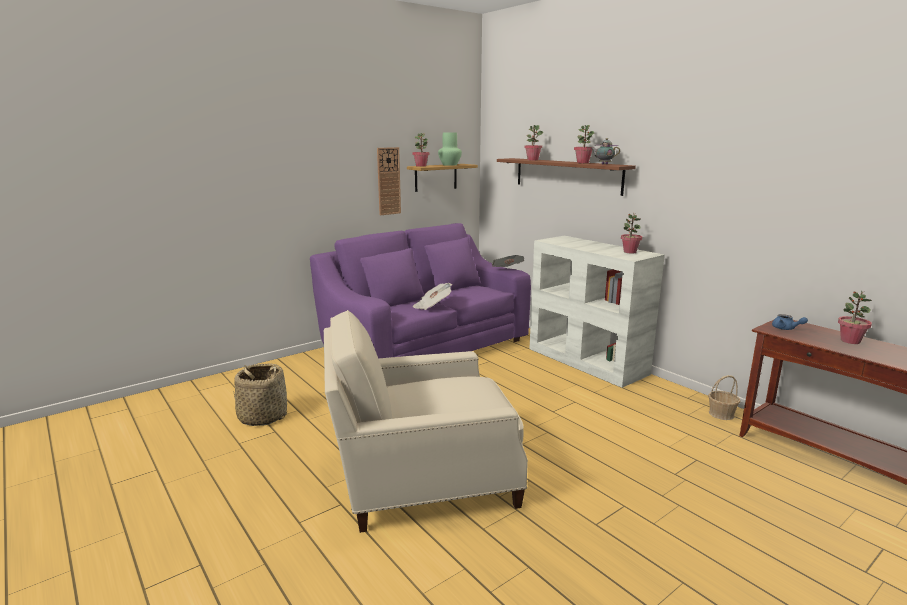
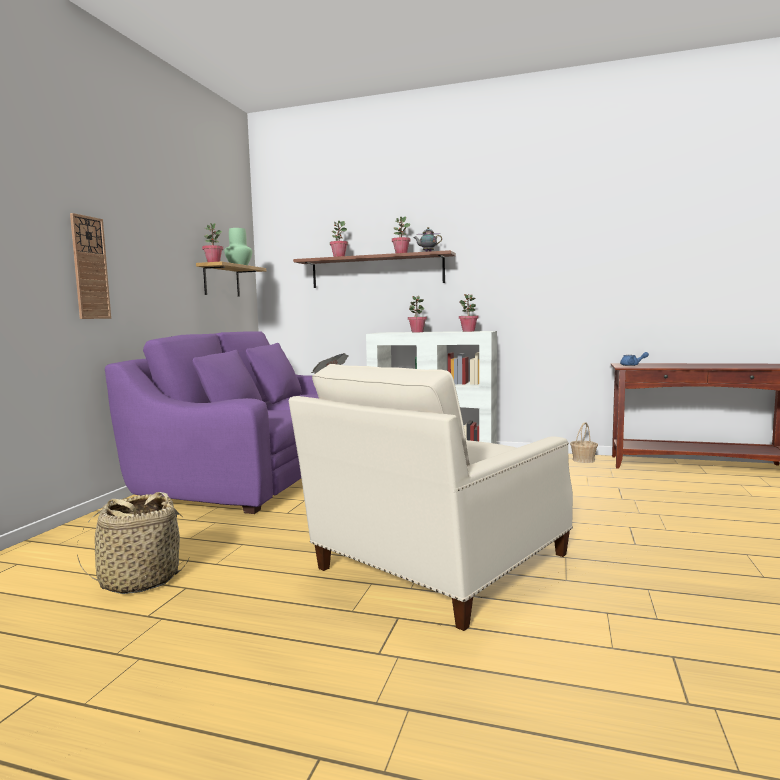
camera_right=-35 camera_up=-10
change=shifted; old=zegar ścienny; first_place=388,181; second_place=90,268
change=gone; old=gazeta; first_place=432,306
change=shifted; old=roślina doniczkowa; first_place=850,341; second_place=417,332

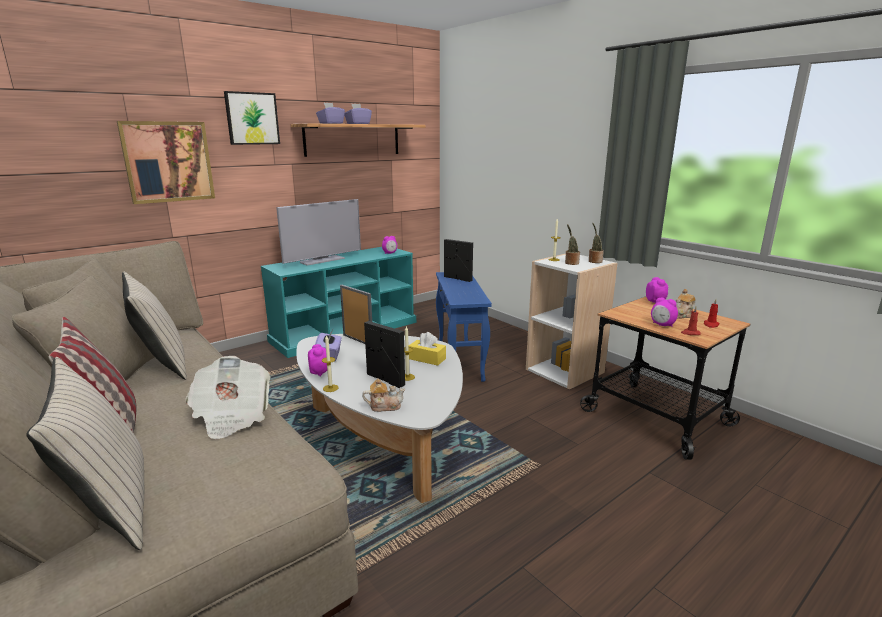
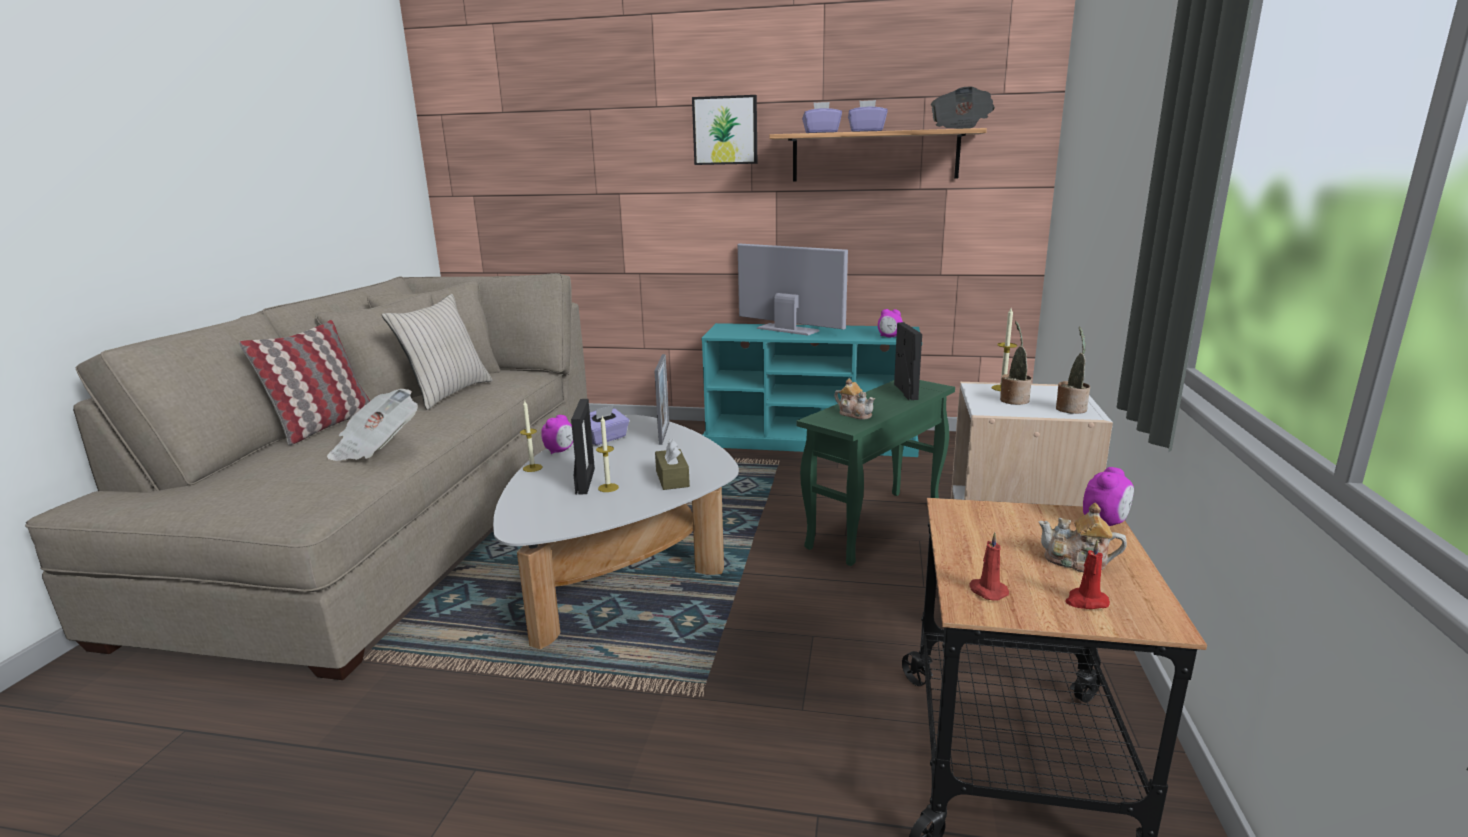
camera_right=50 camera_up=0
change=gone; old=obraz; first_place=168,162
change=rotated; old=telewizor; first_place=322,260; second_place=787,329; degrees=-150
change=repainted; old=stolik/niebieski; new=stolik/zielony; first_place=460,360; second_place=875,526
change=gone; old=budzik; first_place=662,325
change=repainted; old=pudełko chusteczek/żółty; new=pudełko chusteczek/brązowy; first_place=427,359; second_place=672,478
change=gone; old=poduszka/beżowy; first_place=112,508
change=shifted; old=imbryk; first_place=384,406; second_place=854,414
change=new; new=gazeta; second_place=960,128

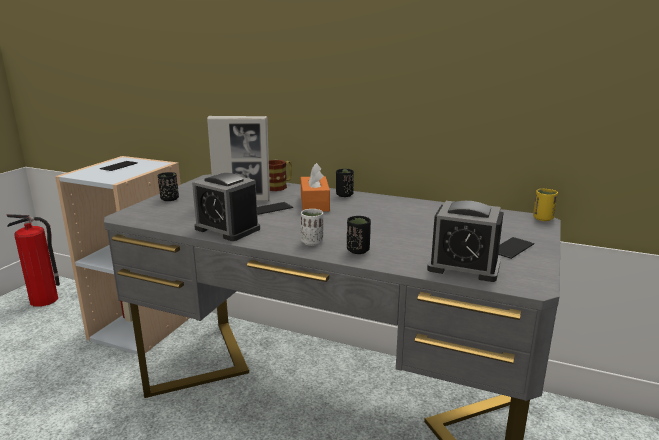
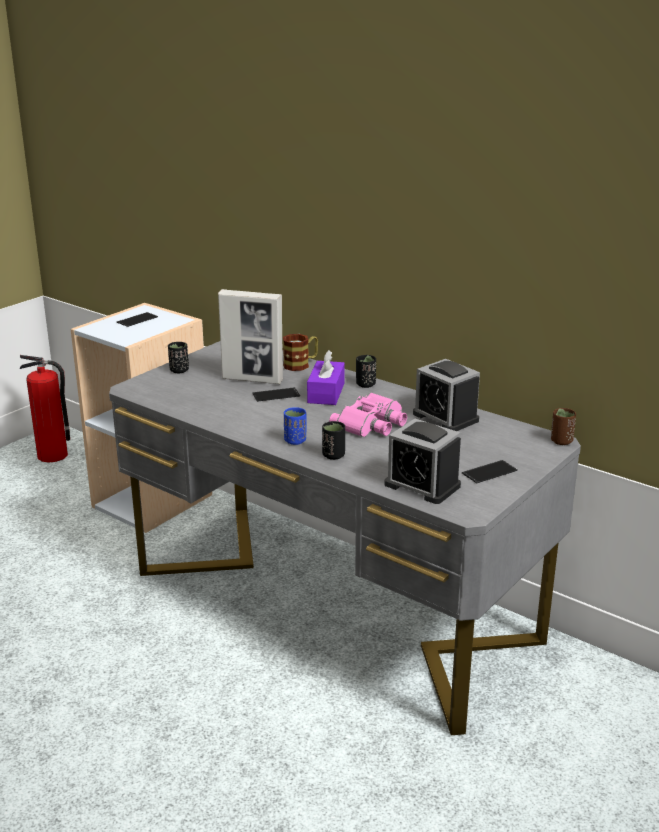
camera_right=15 camera_up=5
change=repainted; old=pudełko chusteczek/pomarańczowy; new=pudełko chusteczek/fioletowy; first_place=314,203; second_place=326,393
change=shifted; old=budzik; first_place=227,229; second_place=445,417
change=repainted; old=filiżanka/żółty; new=filiżanka/brązowy; first_place=543,218; second_place=561,441
change=repainted; old=filiżanka/biały; new=filiżanka/niebieski; first_place=312,242; second_place=295,441
change=new; new=lornetka/różowy; second_place=372,423

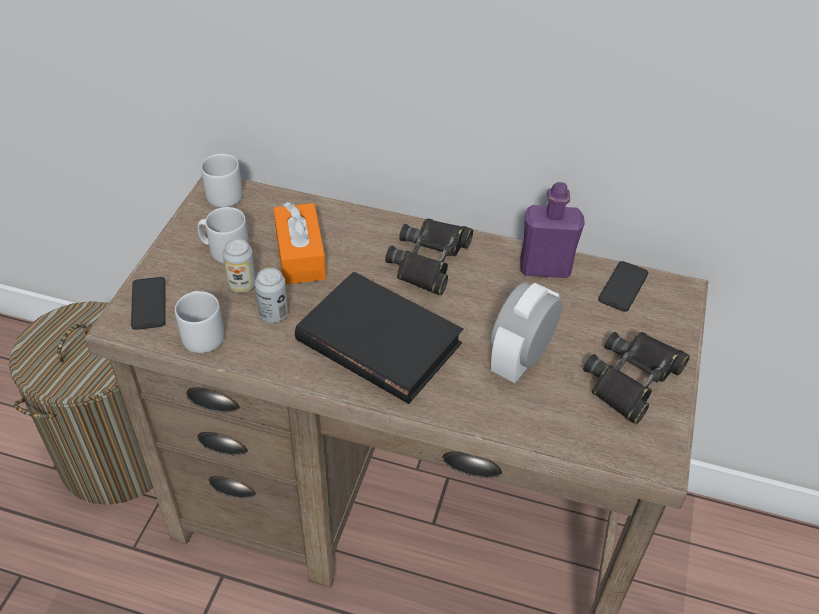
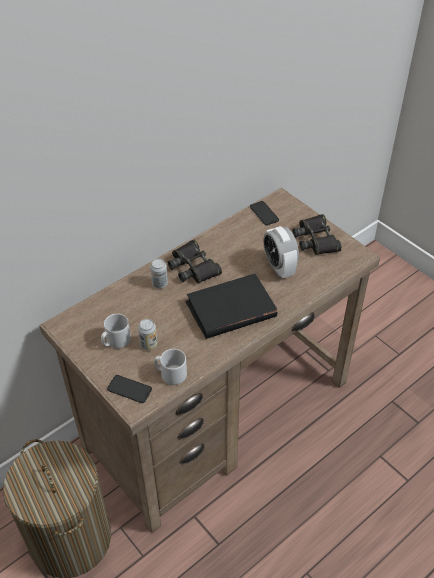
camera_right=-55 camera_up=0
change=gone; old=kubek/szary; first_place=224,193
change=gone; old=butelka/fioletowy; first_place=545,268
change=gone; old=pudełko chusteczek/pomarańczowy; first_place=300,255
change=shifted; old=puszka; first_place=273,314; second_place=160,284

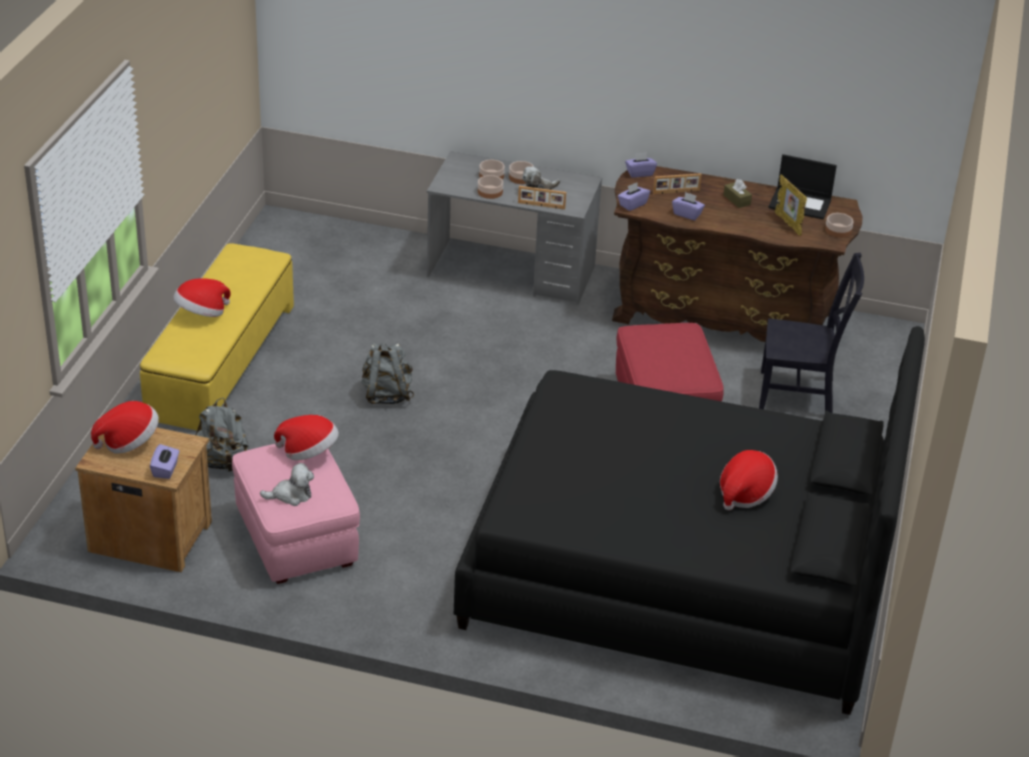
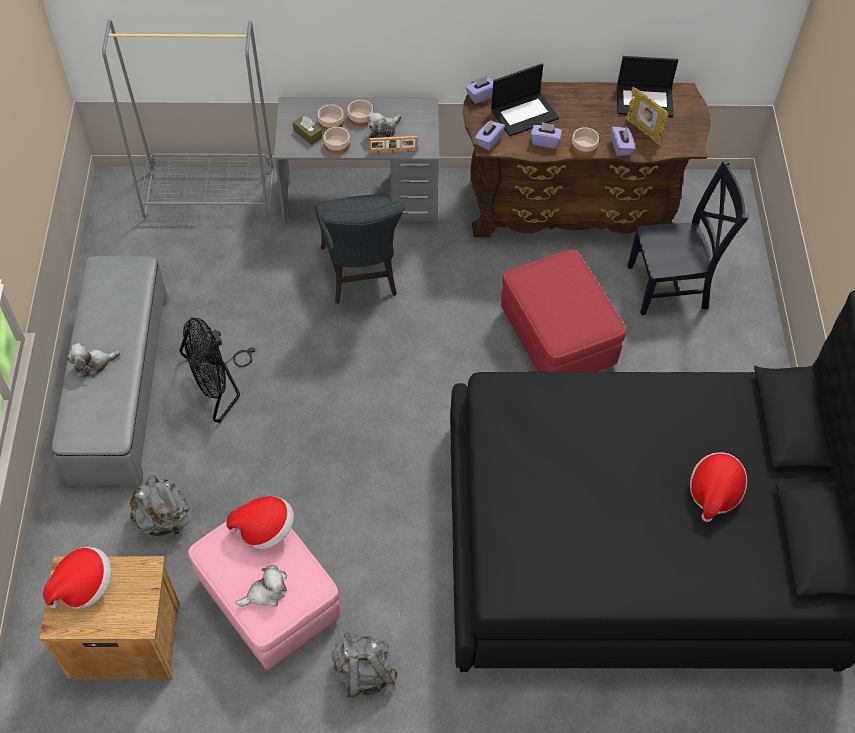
camera_right=-15 camera_up=20
change=swapped; old=ramka na zdjęcie; new=laptop; first_place=676,192; second_place=524,113
change=shifted; old=pudełko chusteczek/brązowy; first_place=737,200; second_place=307,134
change=shifted; old=miska; first_place=838,230; second_place=584,146
change=repainted; old=ławka/żółty; new=ławka/szary; first_place=221,360; second_place=119,384
change=swapped; old=kapelusz; new=pluszak; first_place=202,314; second_place=93,364
change=shifted; old=plecak/szary; first_place=386,395; second_place=363,673
change=shifted; old=pudełko chusteczek/fioletowy; first_place=166,470; second_place=621,147
change=new; new=wieszak/szary; second_place=209,194
change=new; new=krzesło/szary; second_place=361,275
change=new; new=wentylator/czarny; second_place=218,381

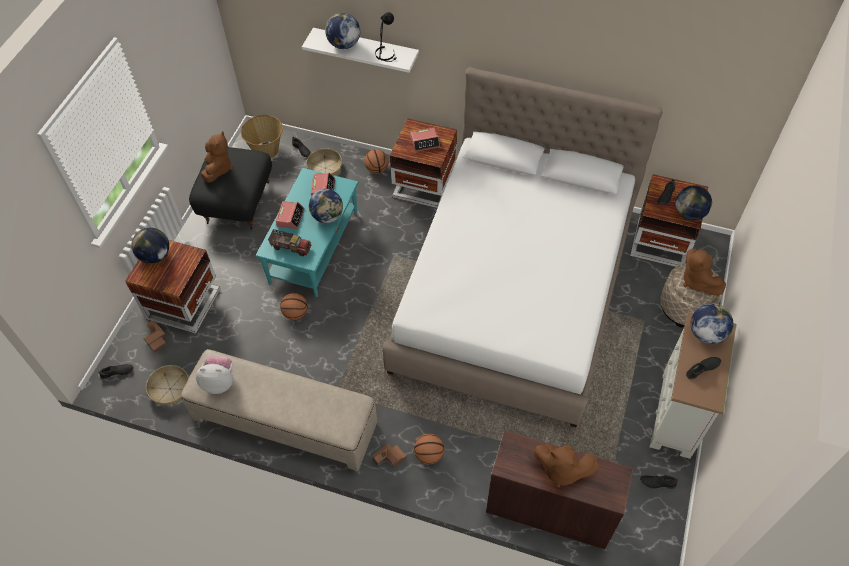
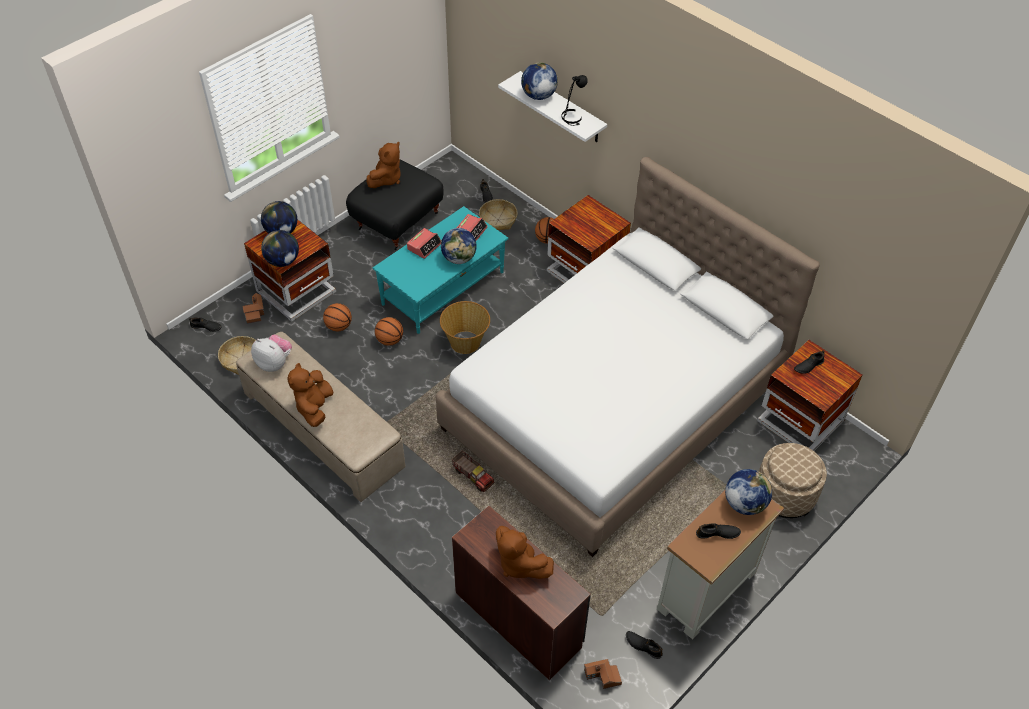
camera_right=25 camera_up=-5
change=shifted; old=koszyk; first_place=266,150; second_place=465,342
change=gone; old=budzik; first_place=425,142
change=shifted; old=globus; first_place=689,213; second_place=283,261
change=shifted; old=ciężarówka zabawkowa; first_place=291,247; second_place=473,476
change=shifted; old=pluszak/brązowy; first_place=697,281; second_place=314,407
change=shifted; old=piłka do koszykówki; first_place=429,454; second_place=339,326
change=shifted; old=domek; first_place=389,458; second_place=602,676

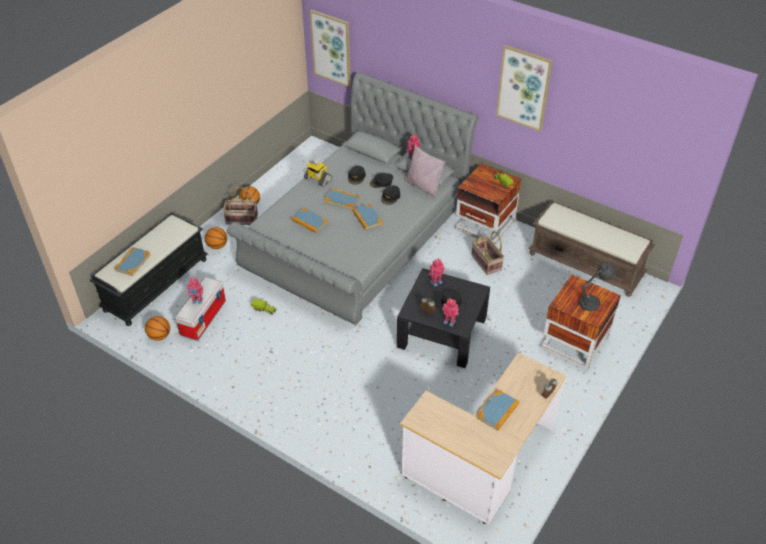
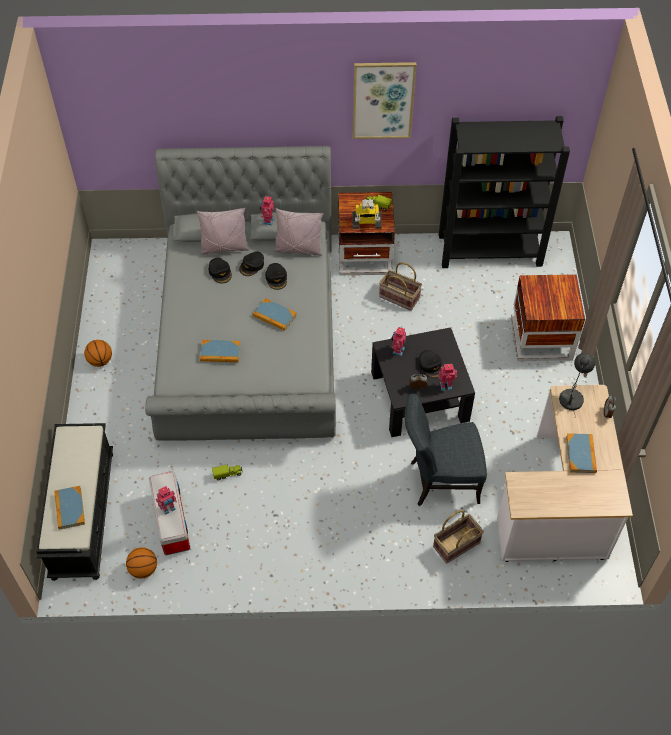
camera_right=-35 camera_up=10
change=gone; old=obraz; first_place=331,48
change=shifted; old=robot zabawkowy; first_place=317,179; second_place=366,223
change=shifted; old=koszyk; first_place=241,219; second_place=456,545
change=gone; old=książka; first_place=341,200
change=swapped; old=ławka/brązowy; new=regał/czarny; first_place=586,265; second_place=490,250
change=gone; old=piłka do koszykówki; first_place=217,246
change=shifted; old=lampa stołowa/szary; first_place=592,303; second_place=572,397
change=new; new=poduszka/fioletowy; second_place=224,248
change=new; new=krzesło/szary; second_place=439,481

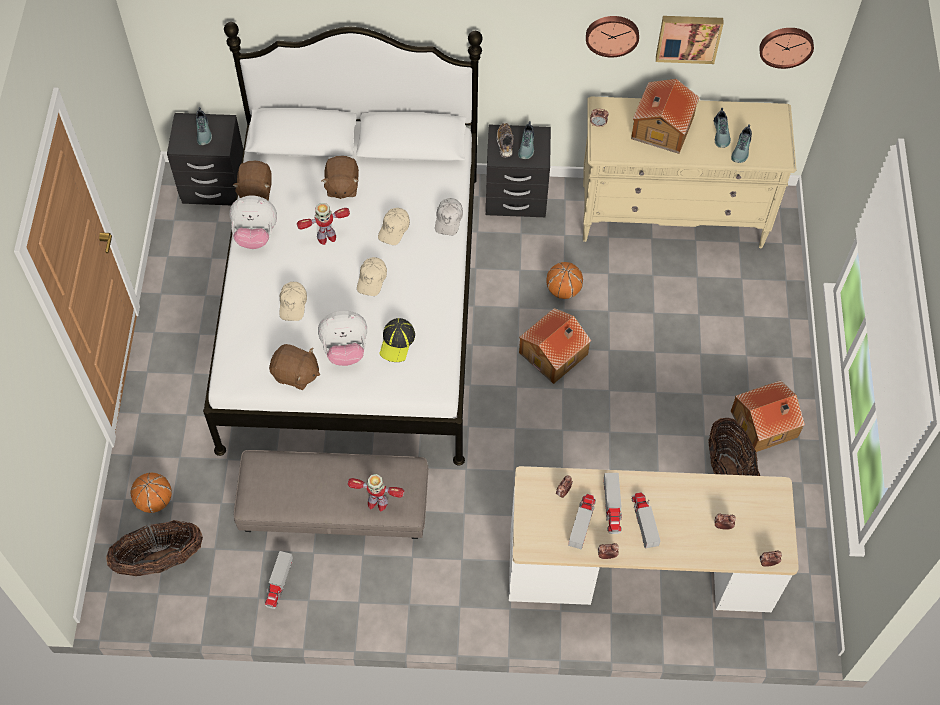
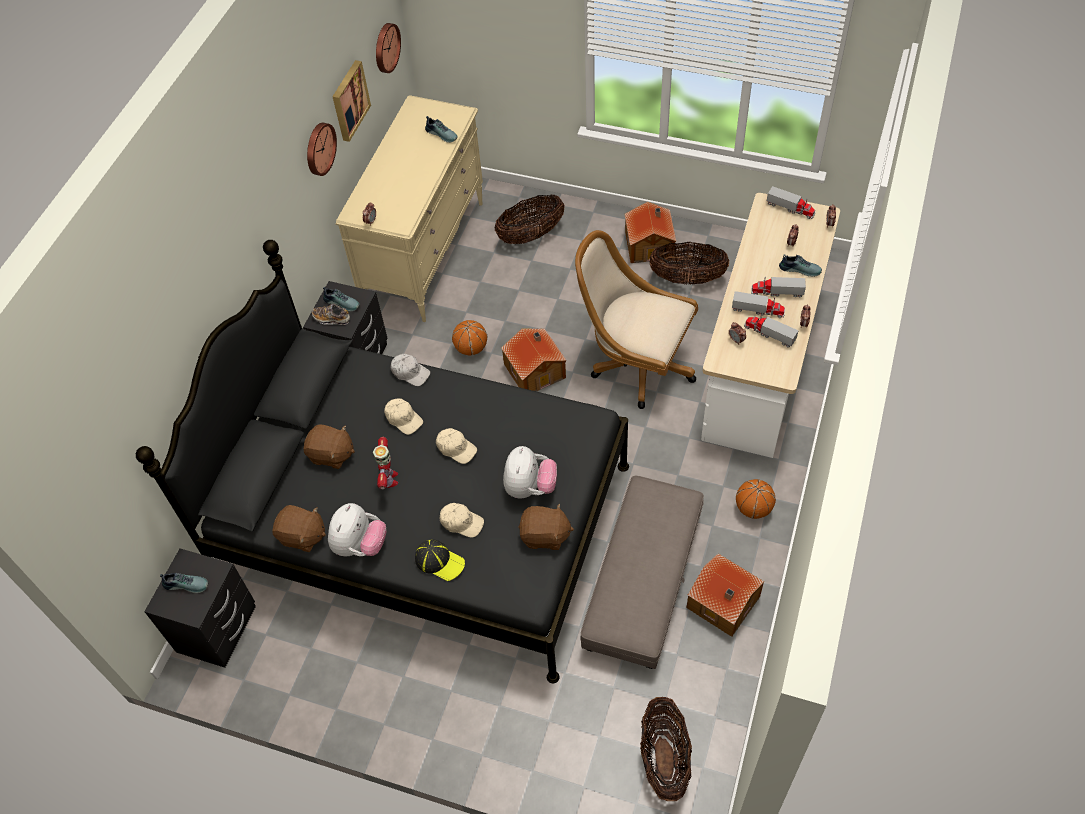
camera_right=-70 camera_up=-5
change=repainted; old=łóżko/biały; new=łóżko/czarny; first_place=354,307; second_place=426,521
change=shifted; old=domek; first_place=661,128; second_place=723,603
change=shifted; old=but; first_place=722,133; second_place=800,269
change=shifted; old=czapka z daszkiem; first_place=397,342; second_place=439,561
change=rotated; old=pluszak/brązowy; first_place=295,374; second_place=545,536; degrees=60
change=shifted; old=piłka do koszykówki; first_place=155,501; second_place=753,508
change=gone; old=robot zabawkowy; first_place=377,502
change=shifted; old=ciężarówka zabawkowa; first_place=279,583; second_place=790,208
change=new; new=koszyk; second_place=531,235
change=new; new=krzesło biurowe; second_place=635,362

